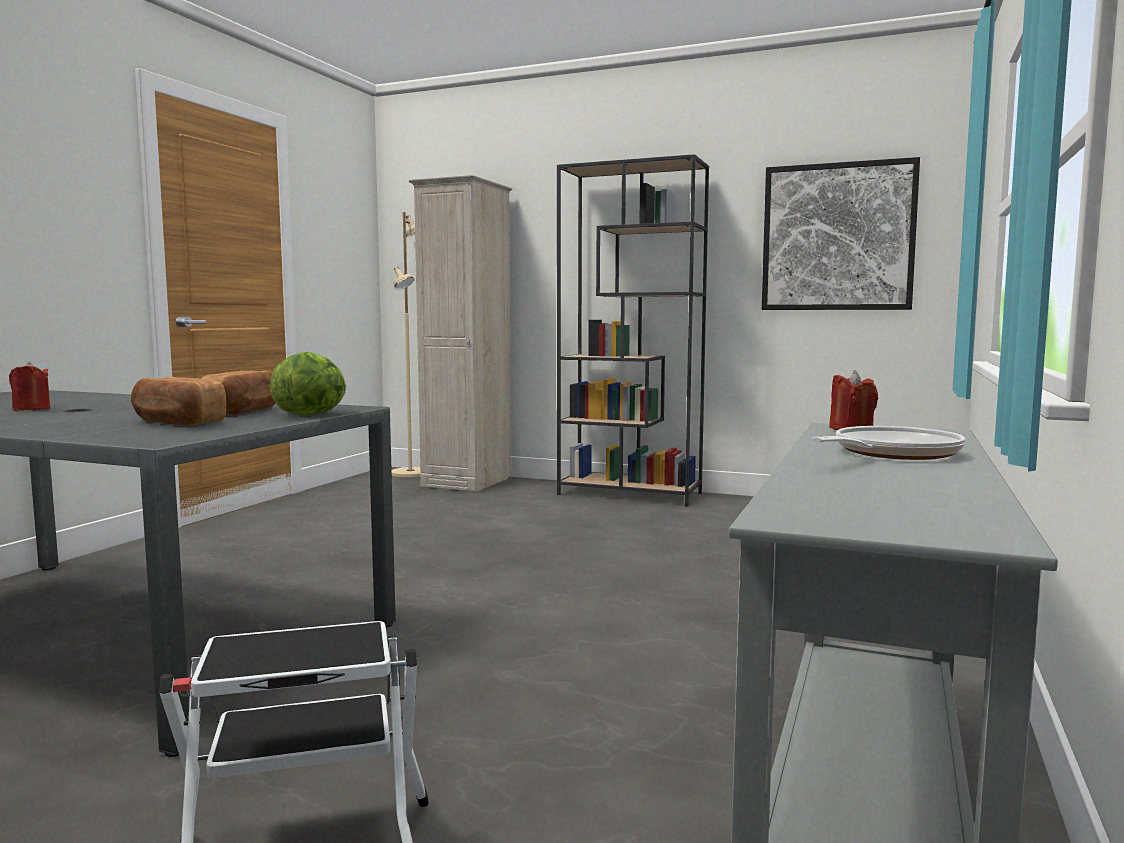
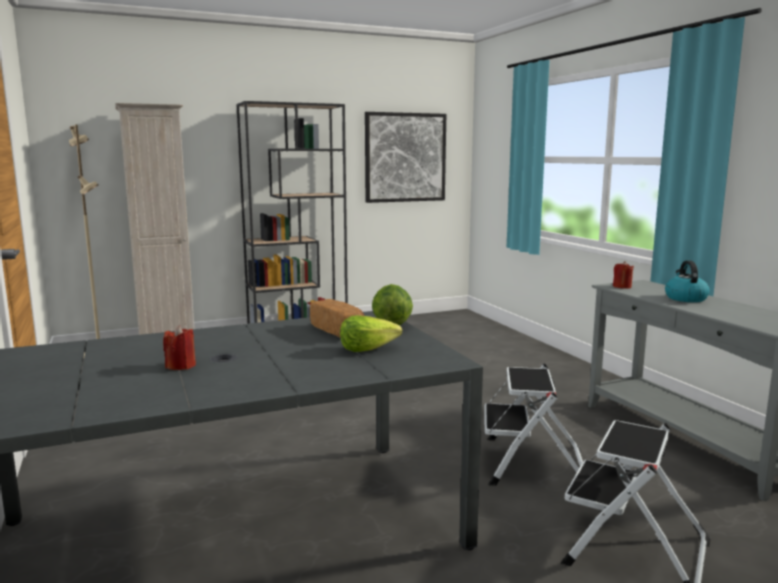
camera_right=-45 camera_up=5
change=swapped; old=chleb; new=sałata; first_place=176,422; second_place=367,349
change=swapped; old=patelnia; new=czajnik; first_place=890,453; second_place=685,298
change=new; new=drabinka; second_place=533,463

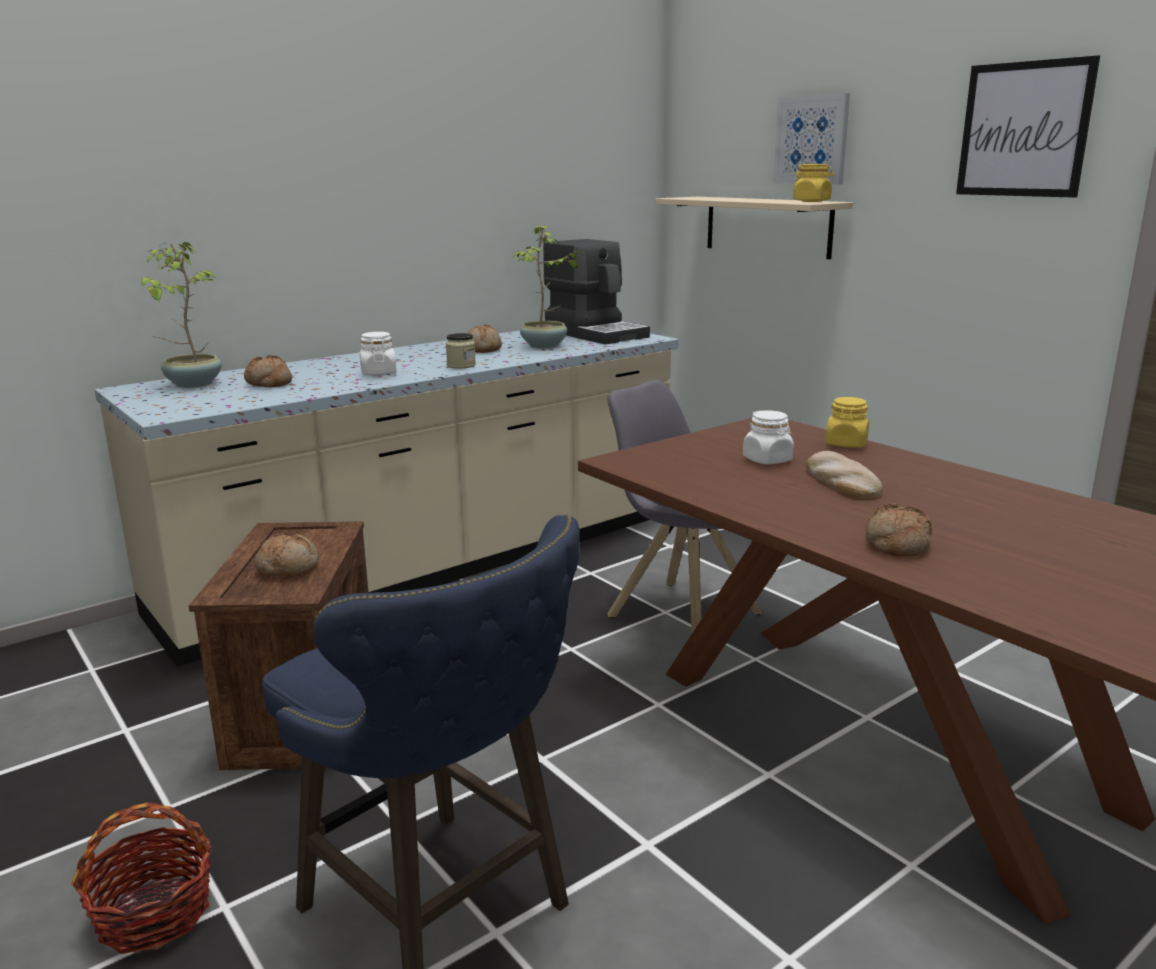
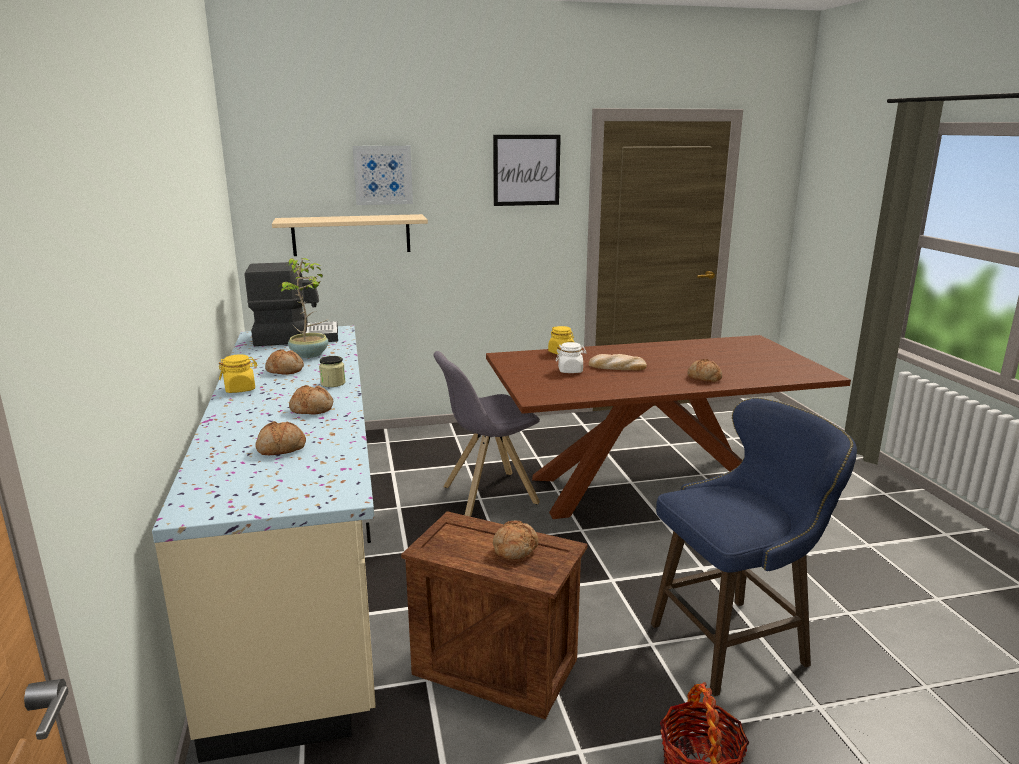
camera_right=-65 camera_up=0
change=shifted; old=słoik/żółty; first_place=812,201; second_place=240,389
change=gone; old=roślina doniczkowa; first_place=192,384
change=swapped; old=słoik/biały; new=chleb; first_place=378,373; second_place=312,409

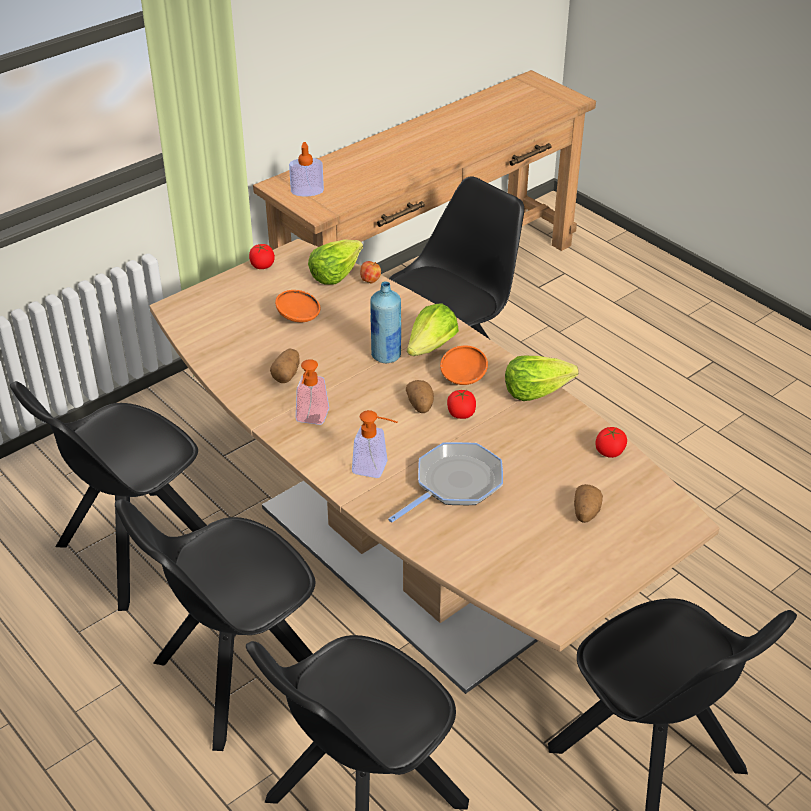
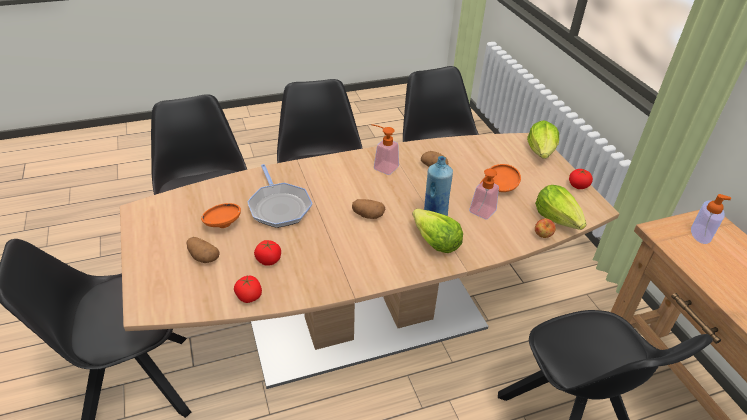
camera_right=110 camera_up=0
change=shifted; old=miska/pomarańczowy; first_place=463,378; second_place=222,224
change=shifted; old=sałata; first_place=536,390; second_place=541,152
change=shifted; old=pomidor; first_place=461,414; second_place=268,260
change=shifted; old=dozownik mydła; first_place=376,468; second_place=480,213

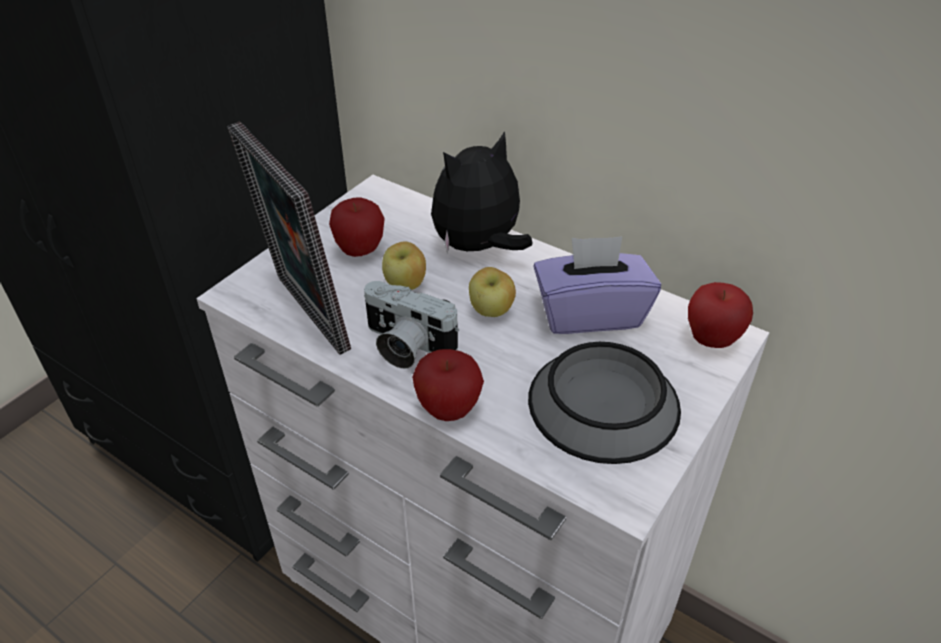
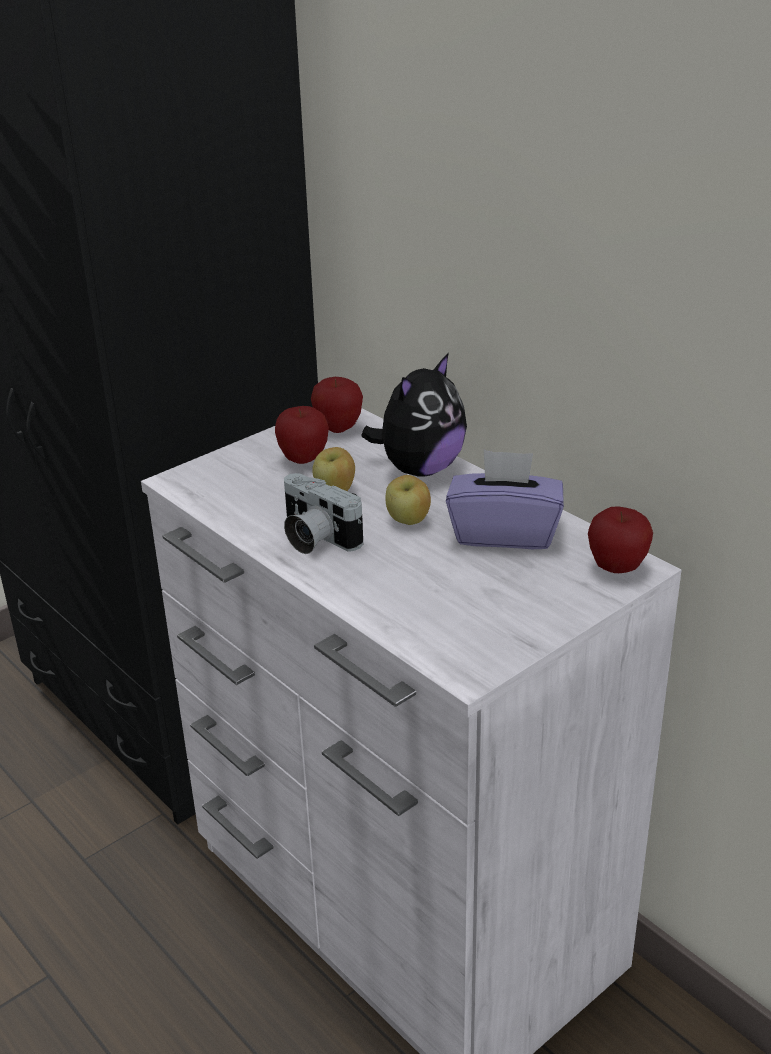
camera_right=15 camera_up=-10
change=gone; old=ramka na zdjęcie; first_place=304,316
change=rotated; old=pluszak; first_place=479,247; second_place=420,469; degrees=150
change=gone; old=miska; first_place=604,403
change=shifted; old=jabłko; first_place=448,409; second_place=338,428

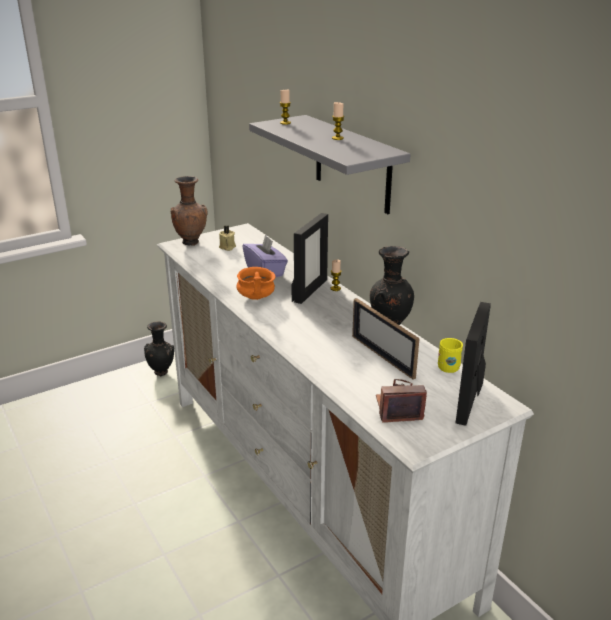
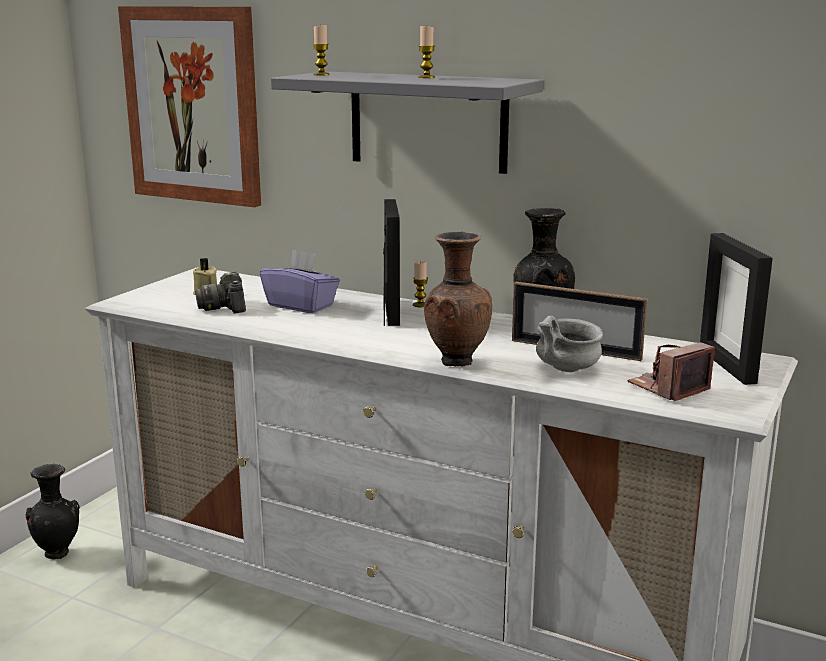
camera_right=-30 camera_up=-10
change=shifted; old=wazon/brązowy; first_place=191,242; second_place=456,361
change=gone; old=miska/pomarańczowy; first_place=257,297
change=gone; old=kubek/żółty; first_place=447,366
change=new; new=obraz; second_place=193,105
change=new; new=aparat fotograficzny; second_place=225,307
change=new; new=miska/szary; second_place=567,369

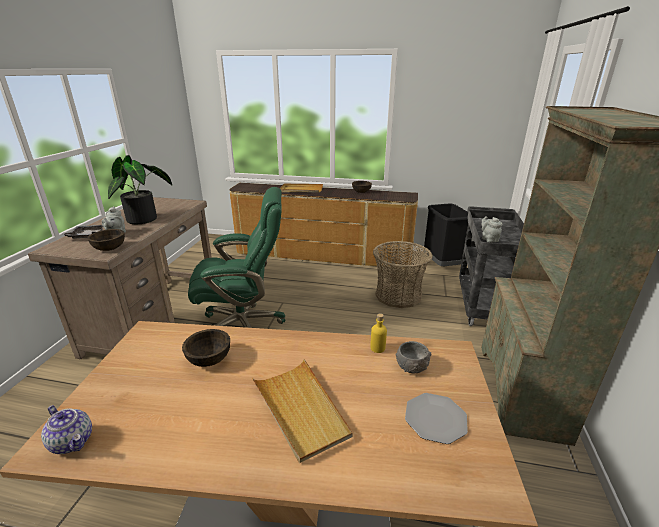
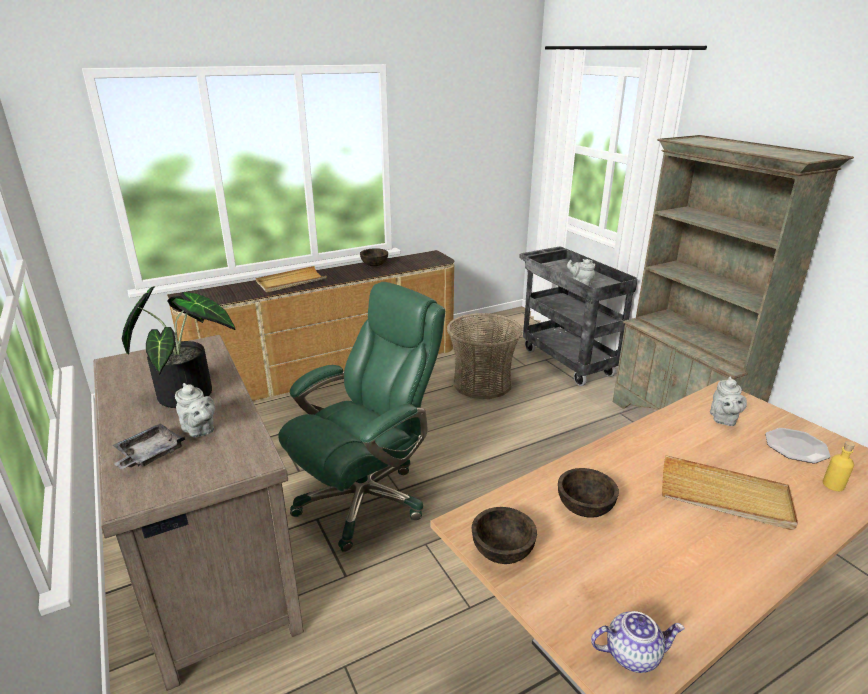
camera_right=-40 camera_up=0
change=gone; old=kosz na śmieci/czarny; first_place=441,264
change=shifted; old=miska/brązowy; first_place=109,248; second_place=503,551
change=shifted; old=butelka/żółty; first_place=377,348; second_place=833,485
change=swapped; old=miska/szary; new=imbryk/szary; first_place=411,366; second_place=723,420

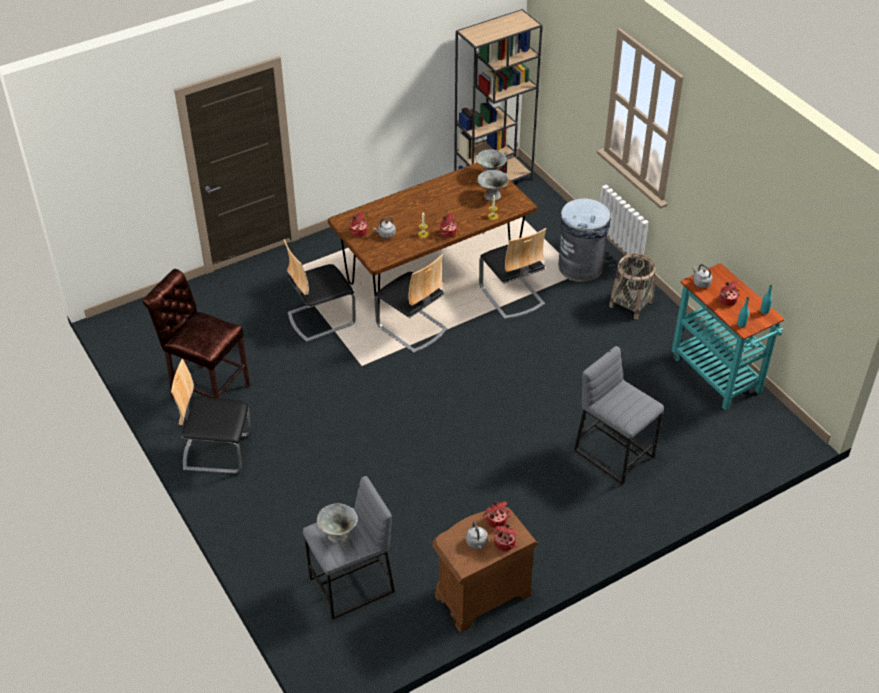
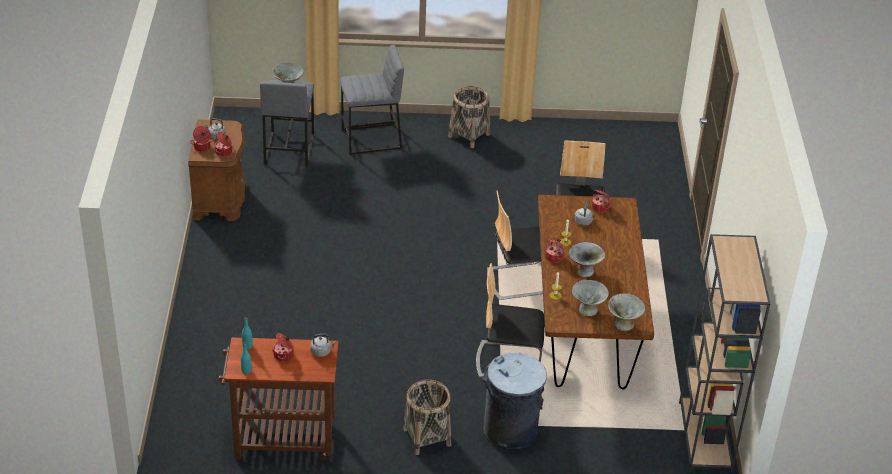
camera_right=120 camera_up=-5
change=repainted; old=wózek/turkusowy; new=wózek/brązowy; first_place=717,375; second_place=283,441
change=gone; old=stołek/brązowy; first_place=207,389
change=shifted; old=stołek/szary; first_place=614,453; second_place=371,139
change=swapped; old=krzesło; new=koszyk; first_place=217,451; second_place=469,135
change=new; new=miska/szary; second_place=584,271

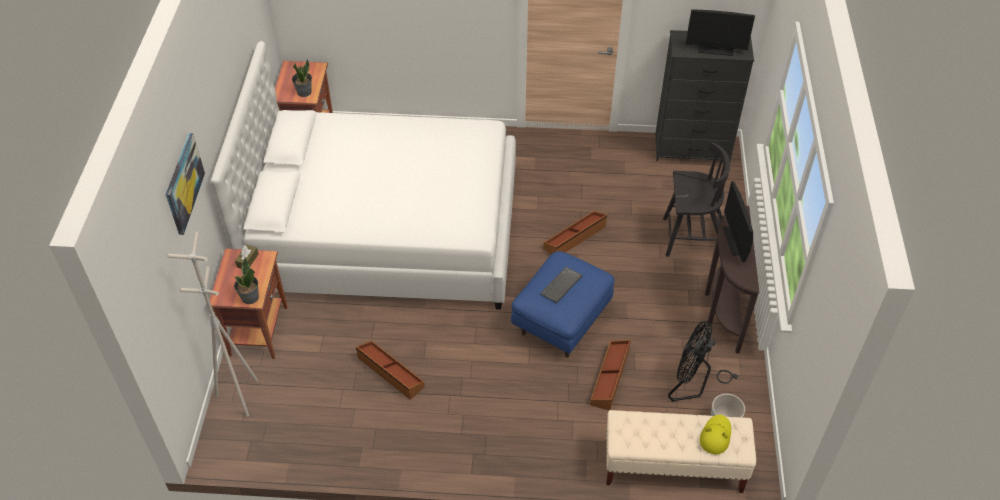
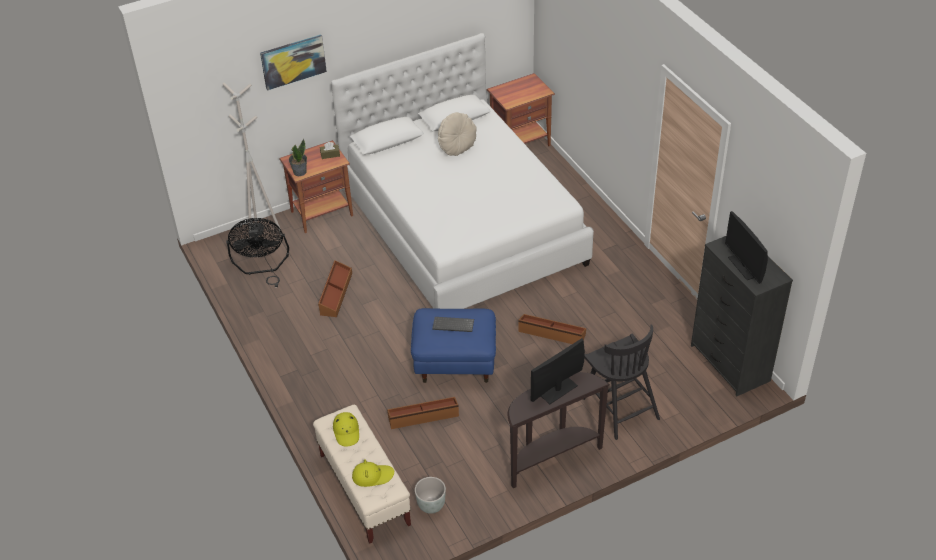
camera_right=60 camera_up=-5
change=gone; old=roślina doniczkowa; first_place=304,92
change=shifted; old=wentylator/czarny; first_place=696,377; second_place=262,267
change=new; new=poduszka/beżowy; second_place=457,149
change=new; new=kapelusz/żółty; second_place=346,431

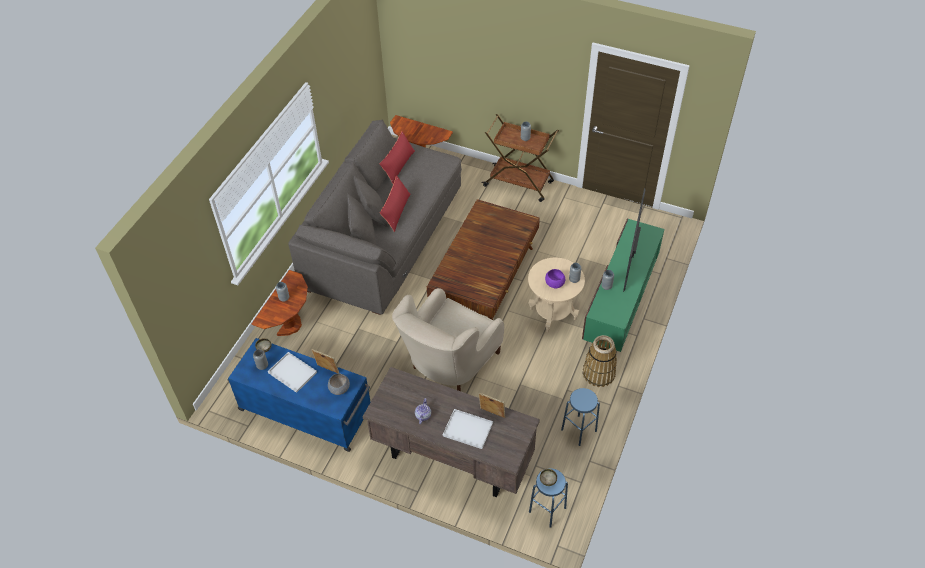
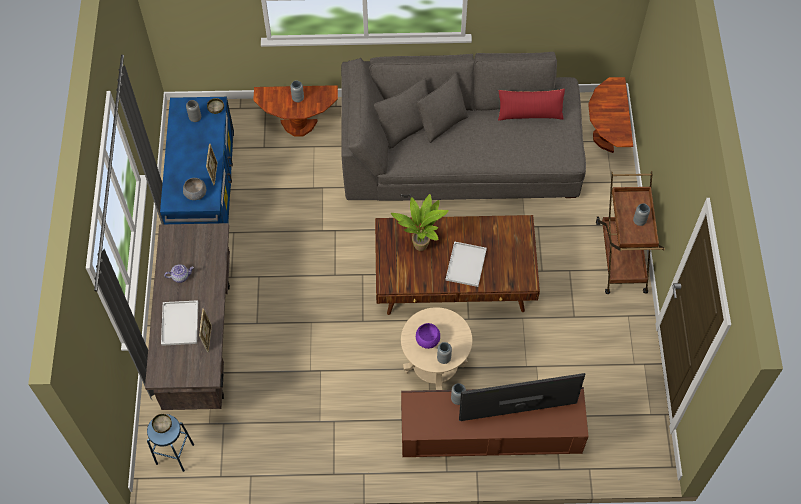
camera_right=65 camera_up=10
change=gone; old=poduszka/czerwony; first_place=396,211
change=repainted; old=szafka pod telewizor/zielony; new=szafka pod telewizor/brązowy; first_place=620,302; second_place=489,437
change=gone; old=fotel/beżowy; first_place=449,364
change=gone; old=koszyk; first_place=598,373
change=shifted; old=taca/biały; first_place=293,372; second_place=466,265
change=gone; old=stołek/niebieski; first_place=579,430
change=new; new=roślina doniczkowa; second_place=421,244

